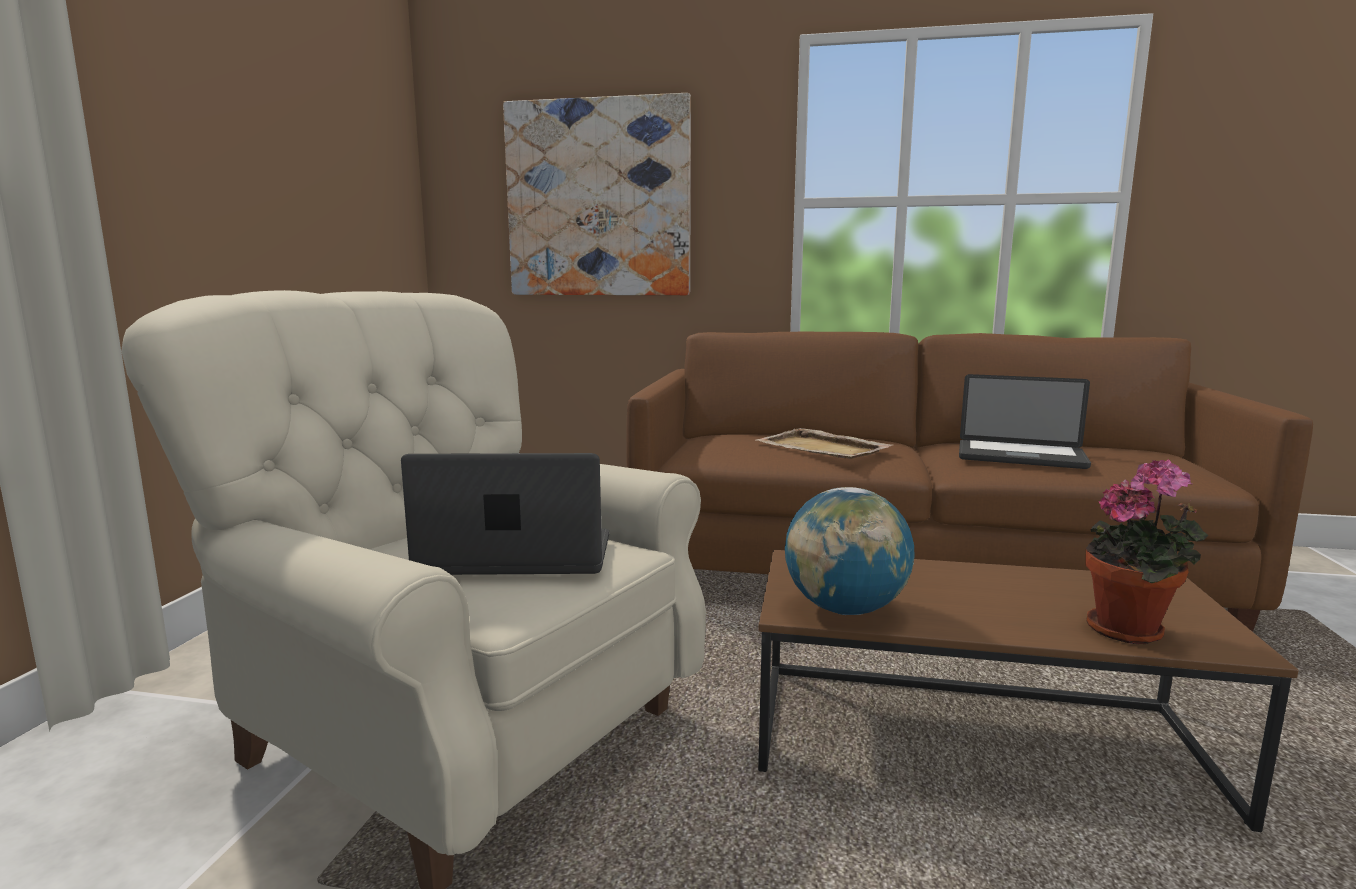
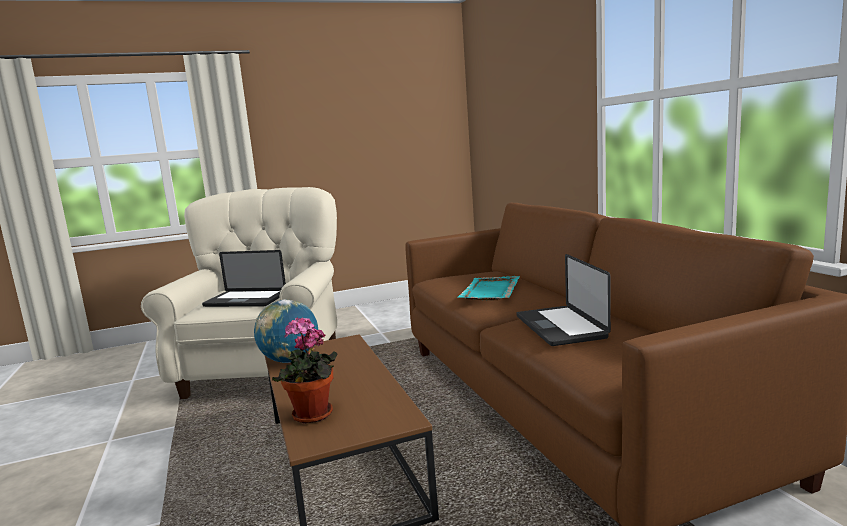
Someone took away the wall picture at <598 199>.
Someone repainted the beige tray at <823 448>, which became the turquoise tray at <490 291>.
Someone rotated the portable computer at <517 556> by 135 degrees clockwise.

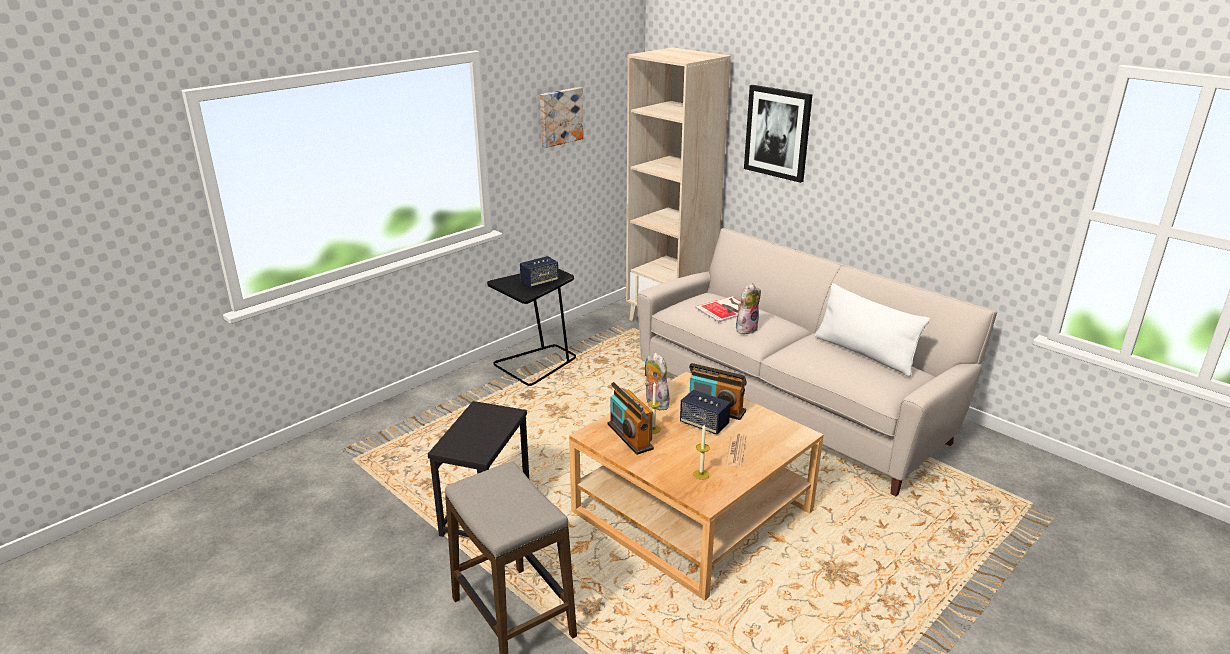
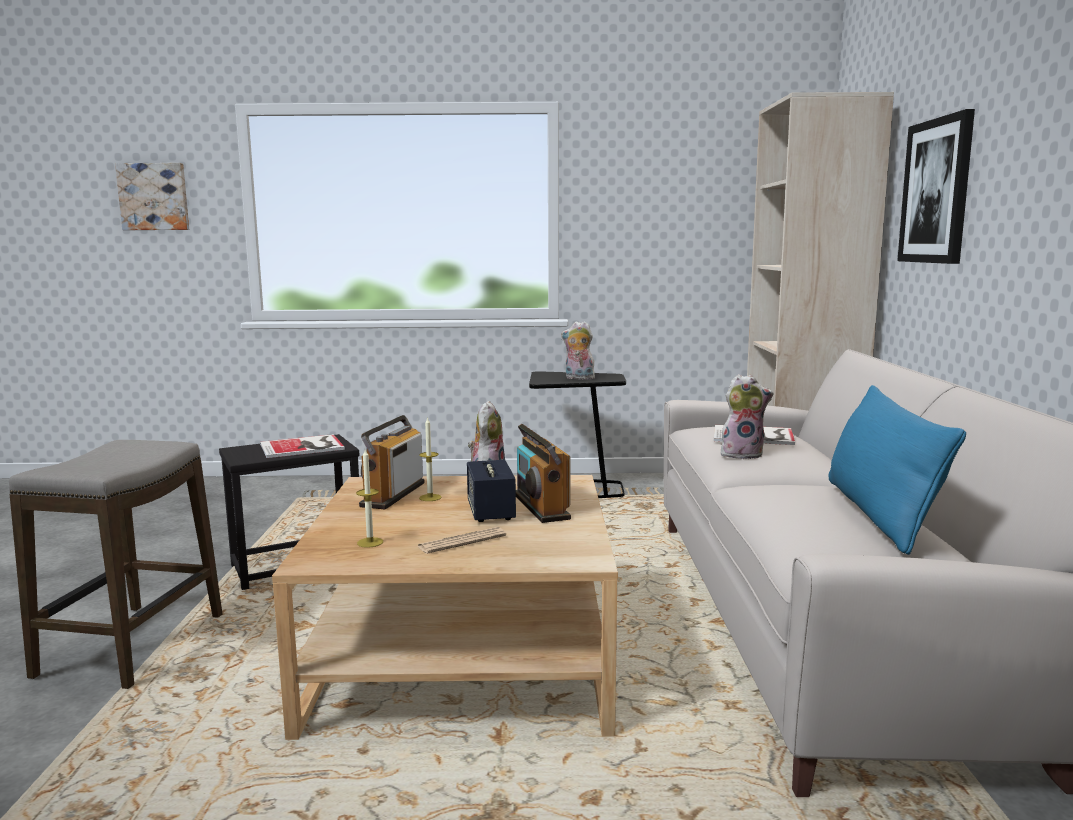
Someone put down the bound book at <304 447>.
Someone carried the wall picture from <560 116> to <154 197>.
Someone swapped the speaker at <539 282> for the plush toy at <578 378>.
Someone repainted the whitish cushion at <864 353>, which became the blue cushion at <879 514>.

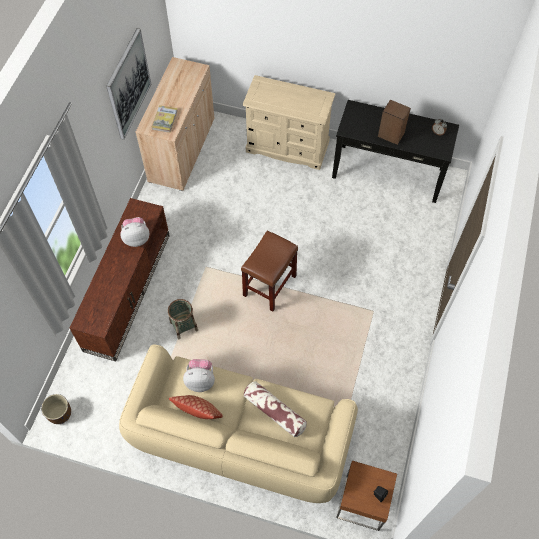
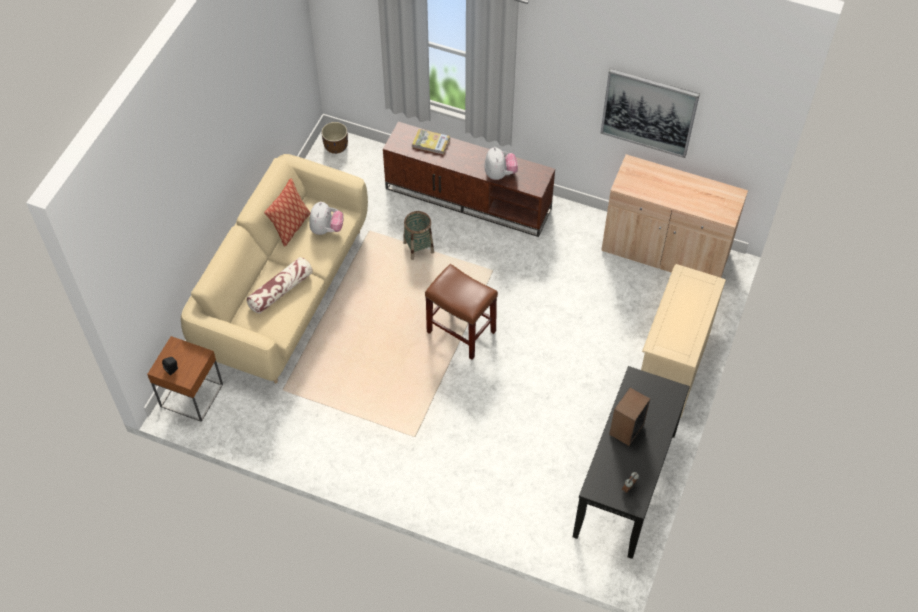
Someone carried the bound book from <165 120> to <431 143>.

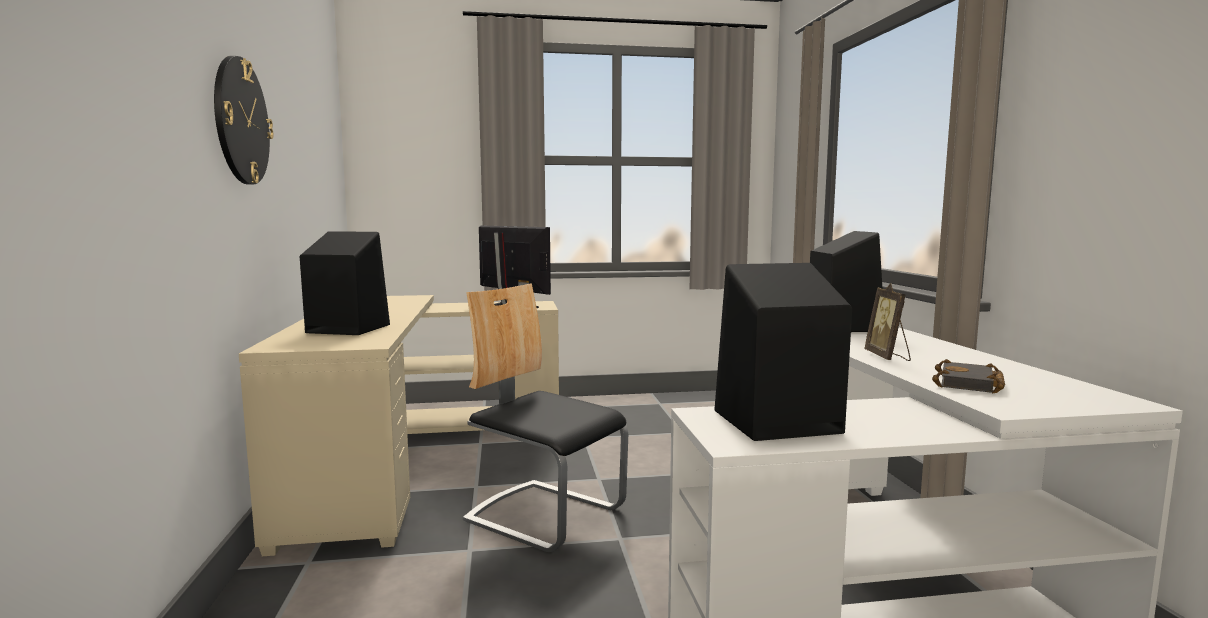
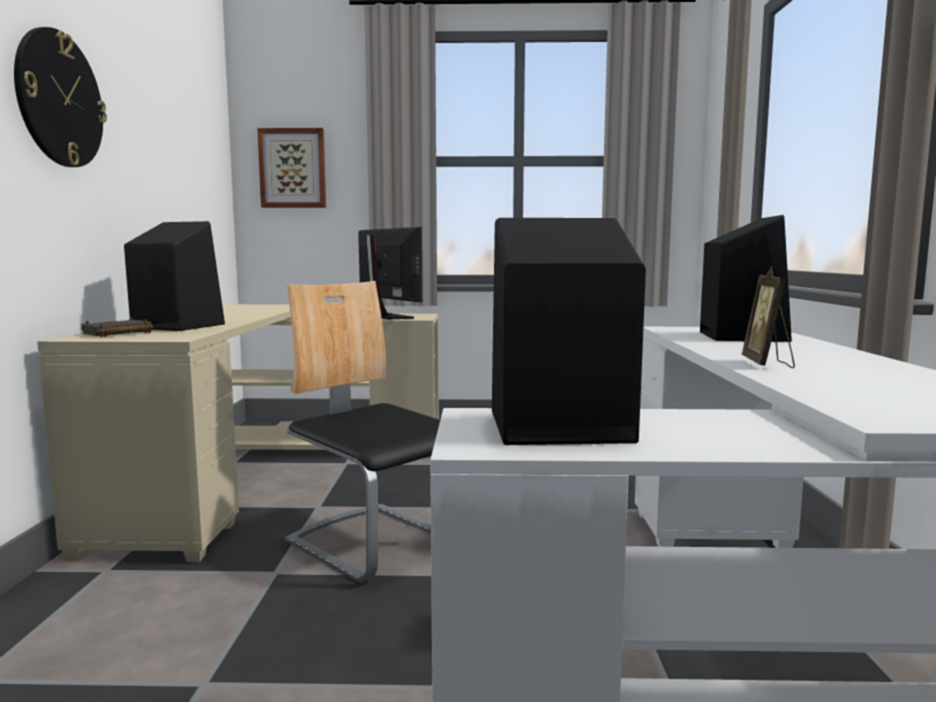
Someone put up the wall picture at <293 168>.
Someone carried the blackish bound book from <970 384> to <117 334>.

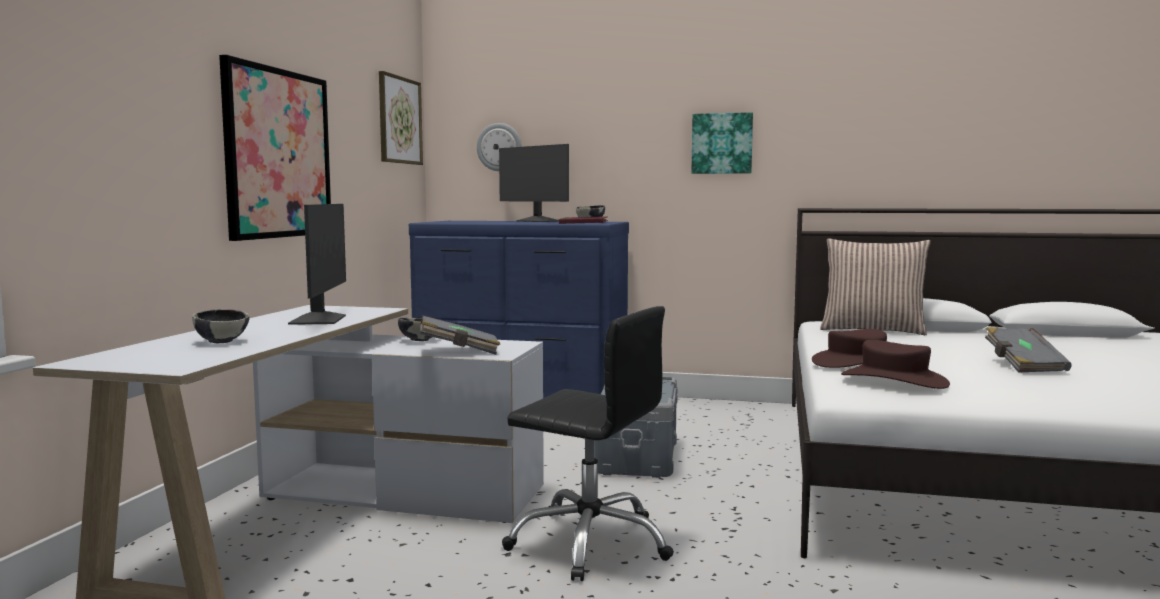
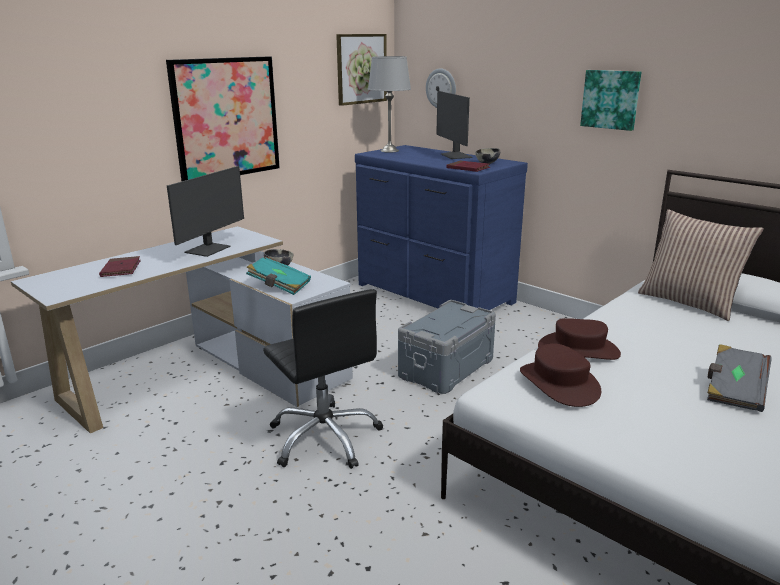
Someone put down the gray lamp for a table at <389 150>.
Someone swapped the bowl at <222 341> for the reddish bound book at <121 269>.
Someone repainted the gray bound book at <459 351>, which became the turquoise bound book at <279 286>.

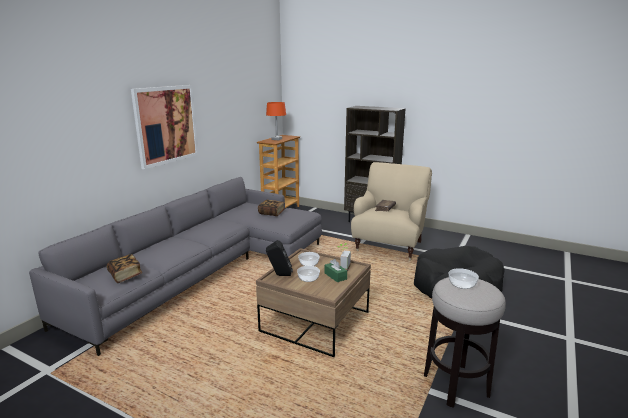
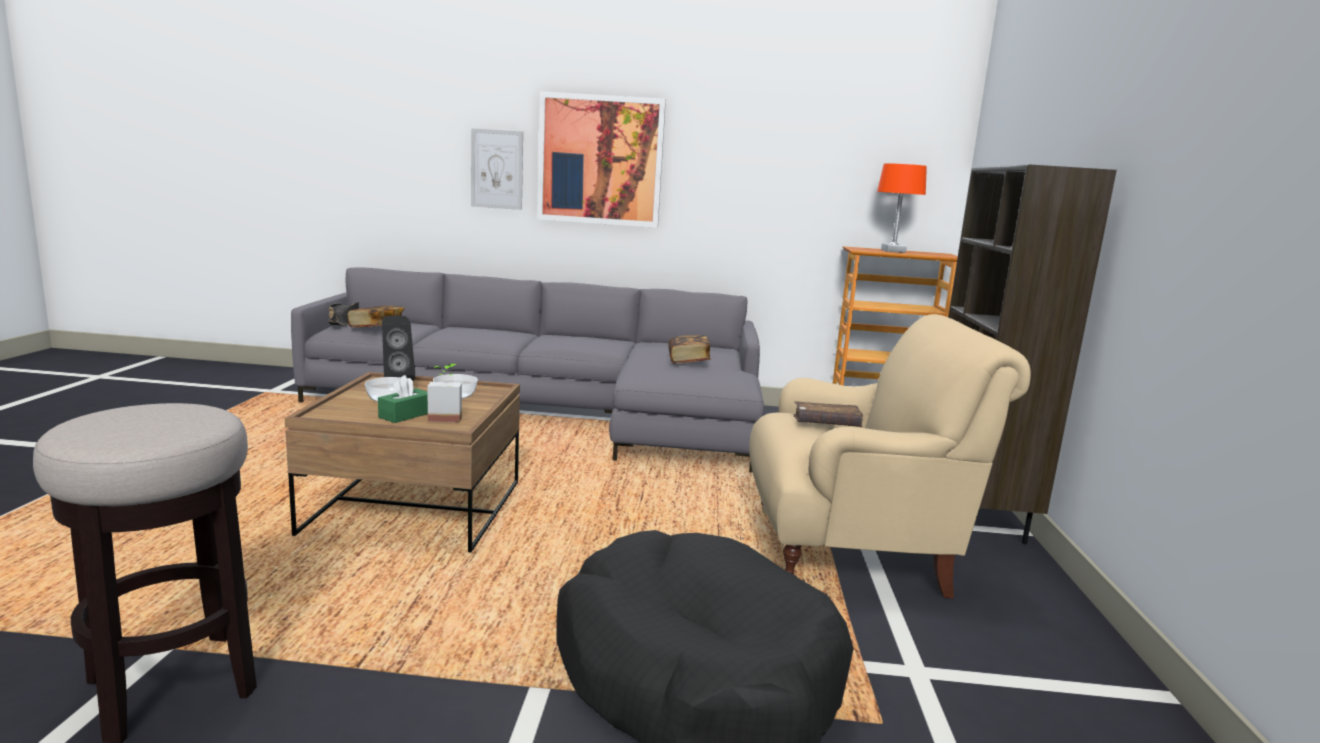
Someone took away the bowl at <462 284>.
Someone put down the blackish clothing hat at <345 322>.
Someone put up the wall picture at <497 169>.

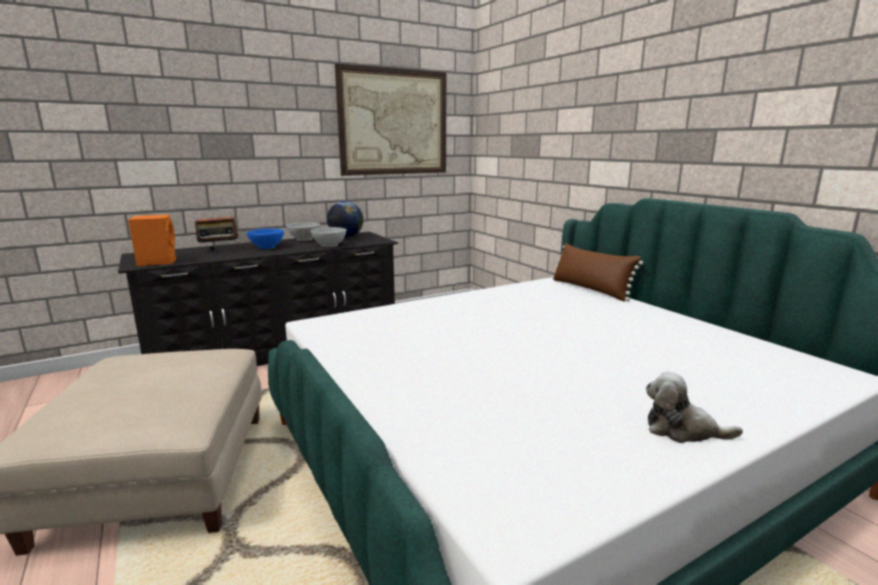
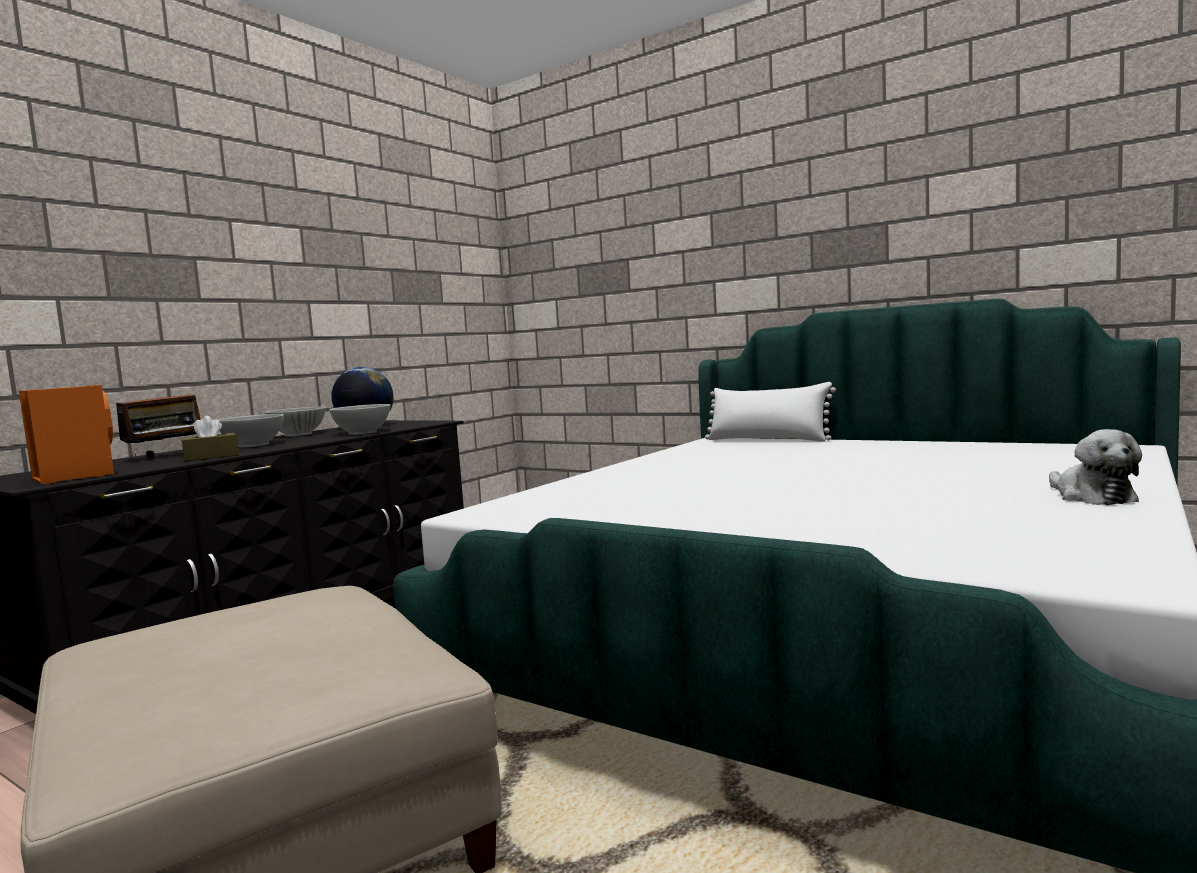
Someone took away the wall picture at <394 122>.
Someone put down the brownish tissue holder at <211 457>.
Someone repainted the blue bowl at <267 247>, which became the whitish bowl at <253 445>.
Someone repainted the brownish cushion at <590 289>, which became the whitish cushion at <767 440>.
Someone rotated the plush toy at <682 430> by 90 degrees counterclockwise.

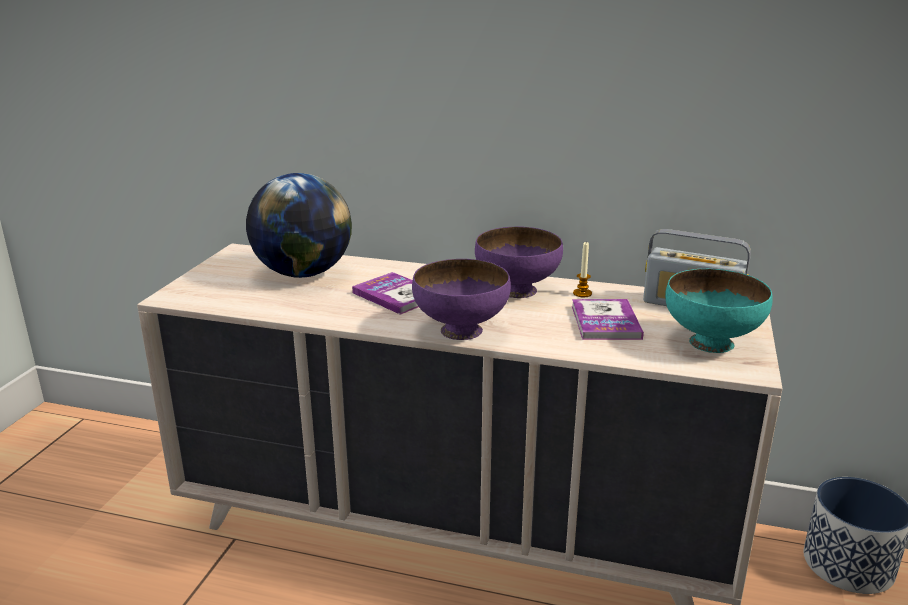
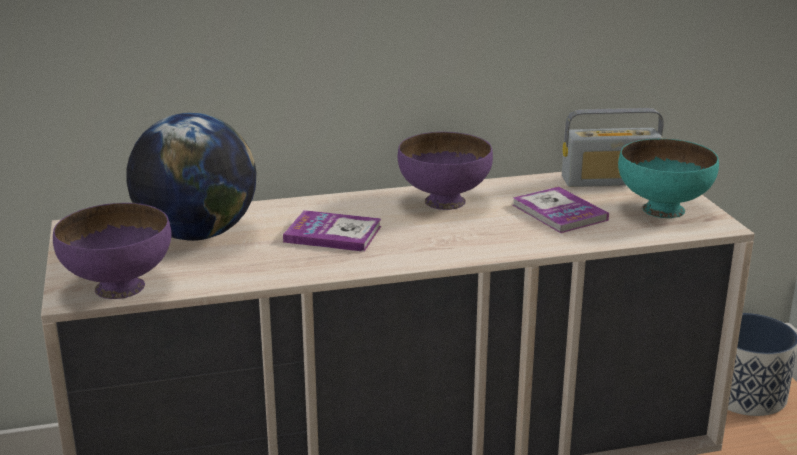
Someone took away the wax candle at <582 293>.
Someone carried the purple bowl from <461 330> to <119 286>.

